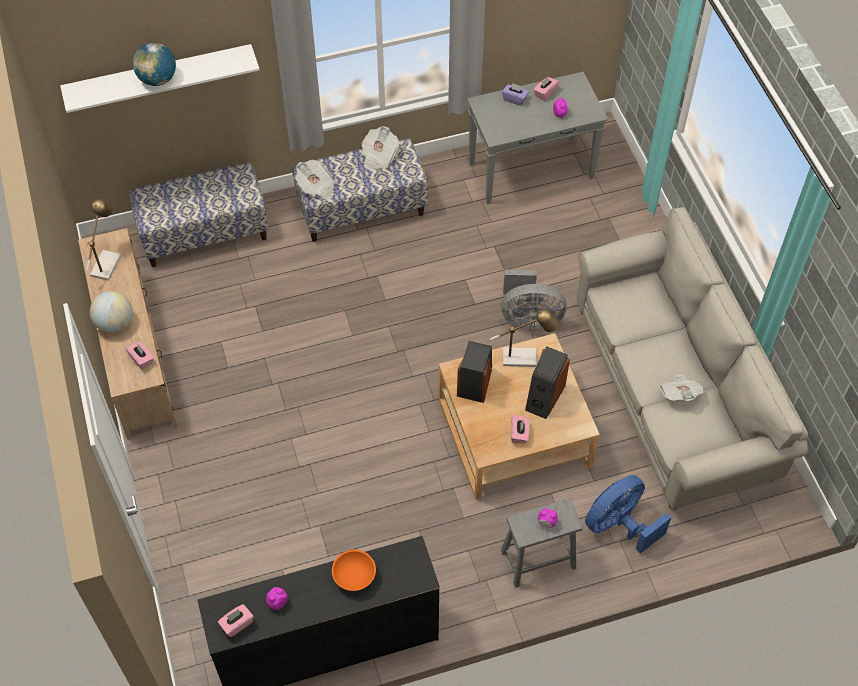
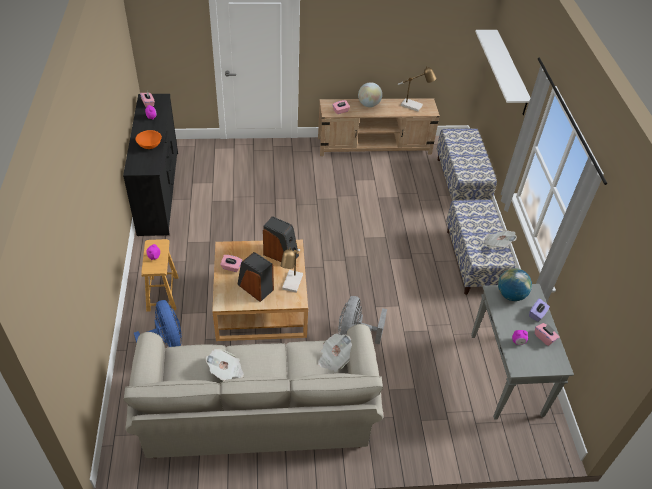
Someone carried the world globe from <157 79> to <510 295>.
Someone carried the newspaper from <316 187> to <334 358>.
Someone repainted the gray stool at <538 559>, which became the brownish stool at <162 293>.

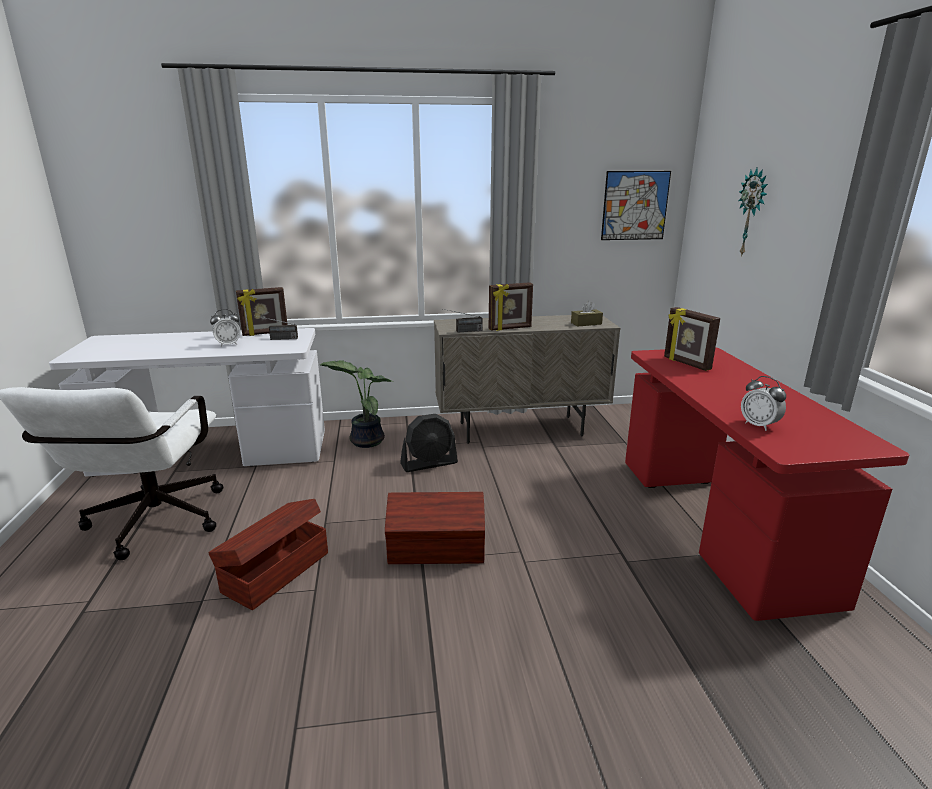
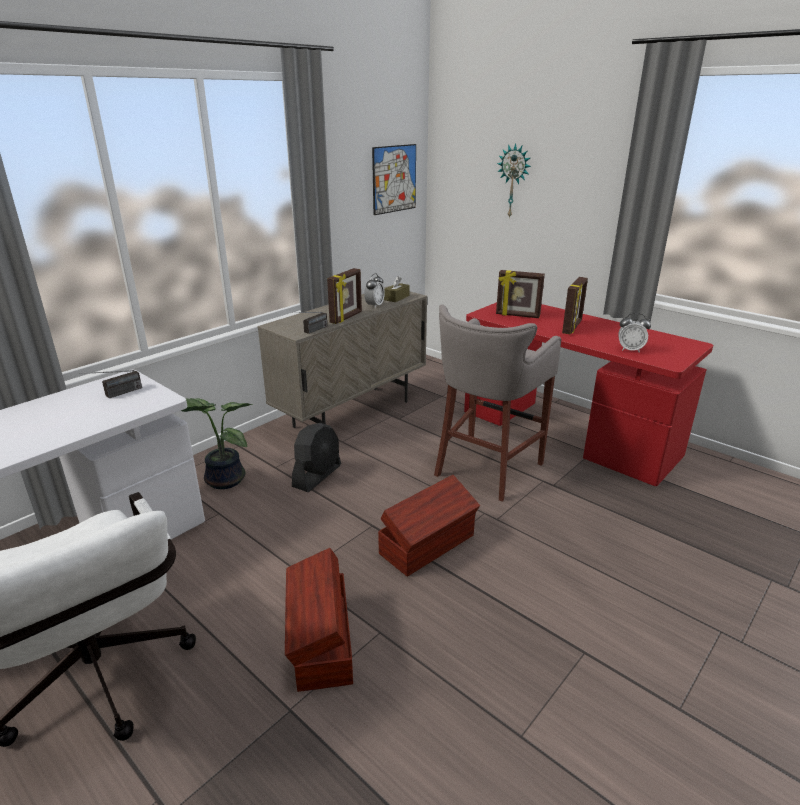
Someone put down the gray stool at <485 469>.
Someone carried the table clock from <228 344> to <374 305>.
Someone carried the standing frame from <265 333> to <572 327>.

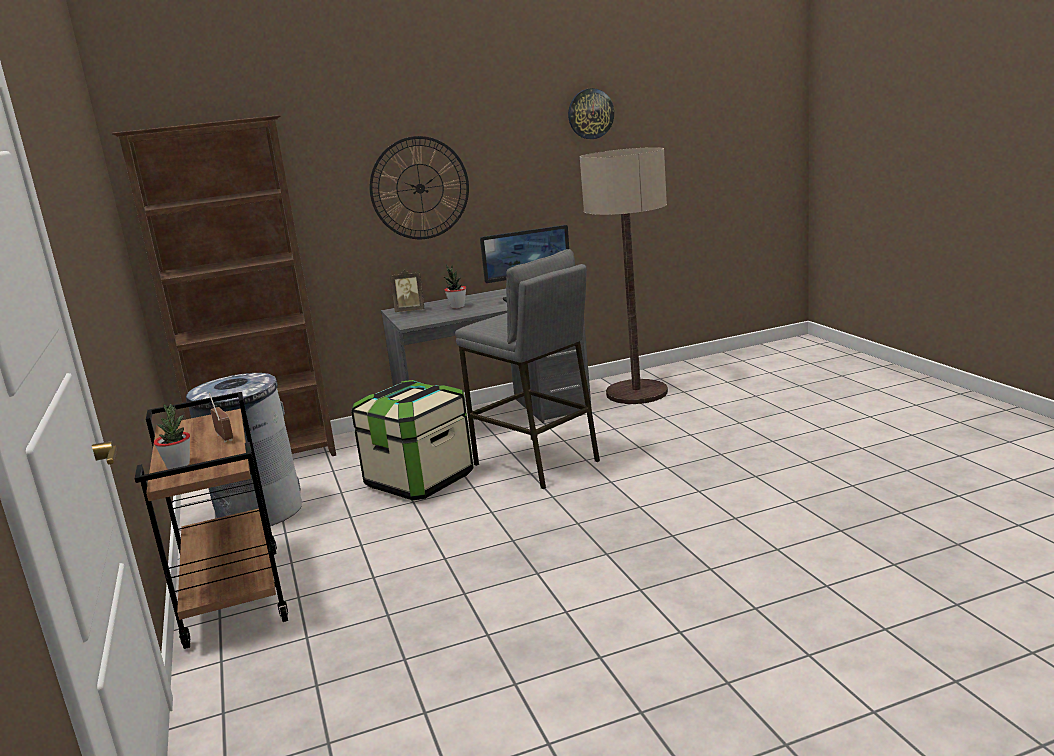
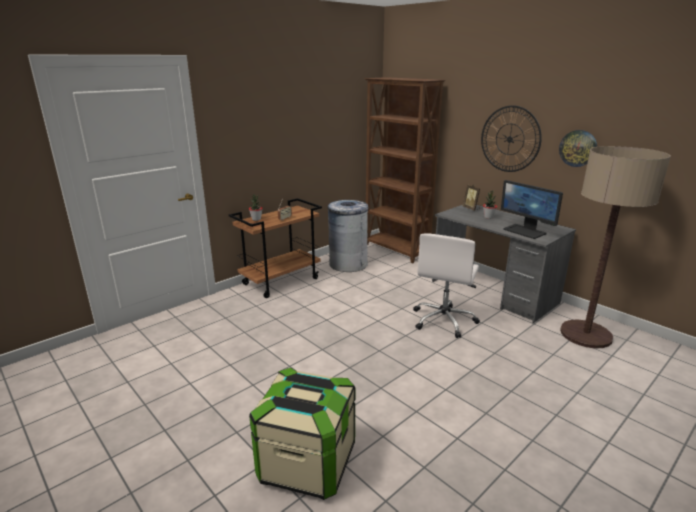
Someone carried the storage bin from <420 480> to <307 463>.
Someone carried the wall clock from <590 114> to <578 148>.
Someone swapped the gray stool at <536 462> for the whitish desk chair at <444 320>.

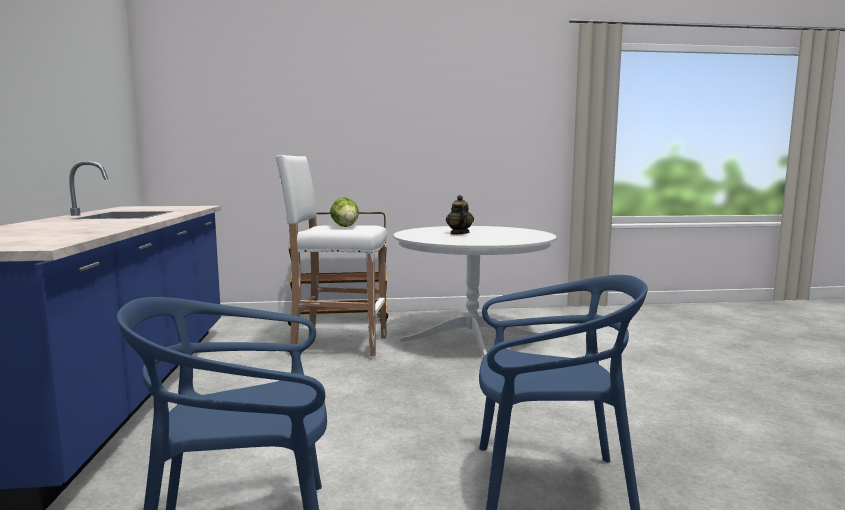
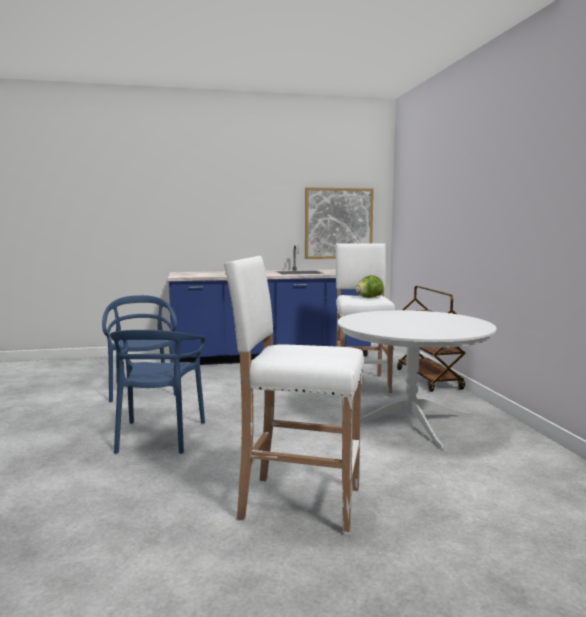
Someone took away the tea pot at <459 233>.
Someone put down the whitish stool at <297 503>.
Someone put up the wall picture at <338 223>.

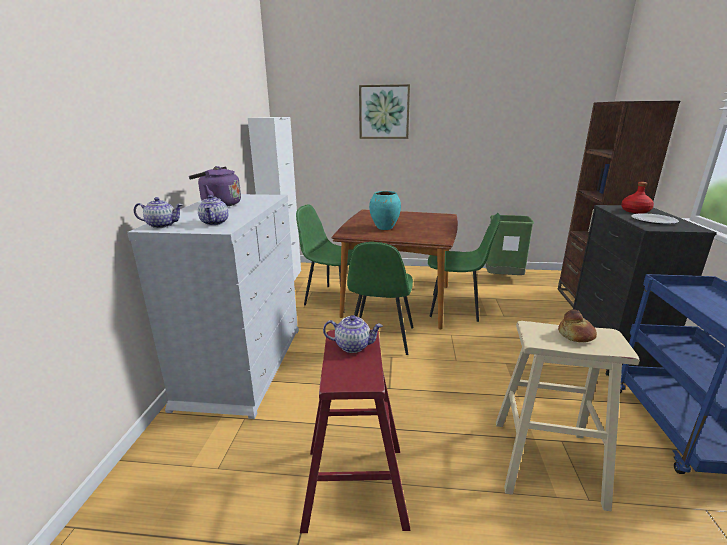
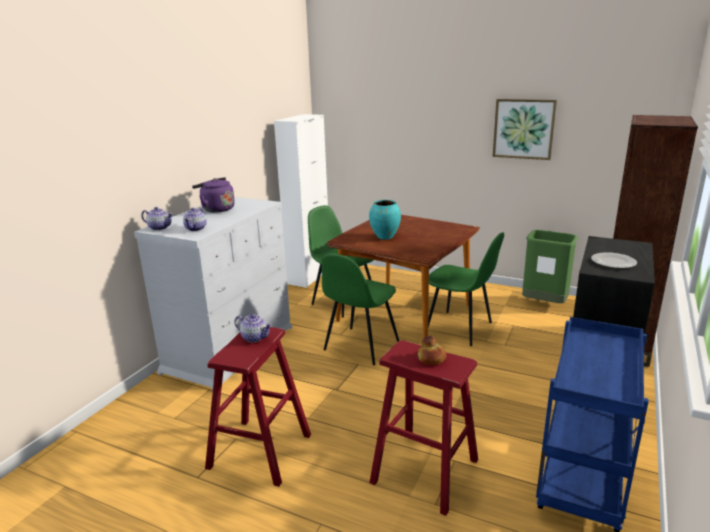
Someone took away the reddish bottle at <635 211>.
Someone carried the wall picture from <384 112> to <523 129>.
Someone repainted the beige stool at <546 461>, which became the reddish stool at <424 471>.

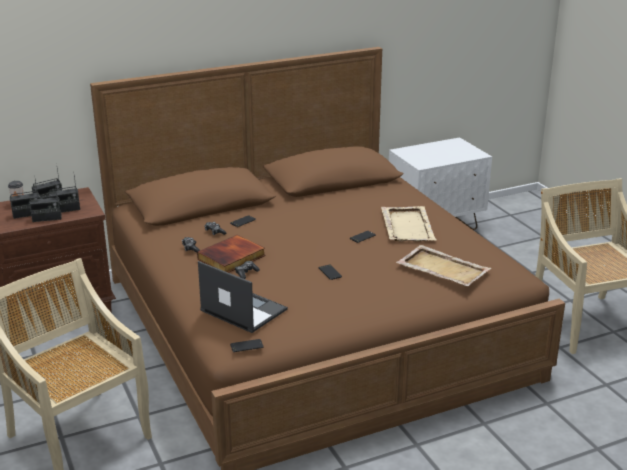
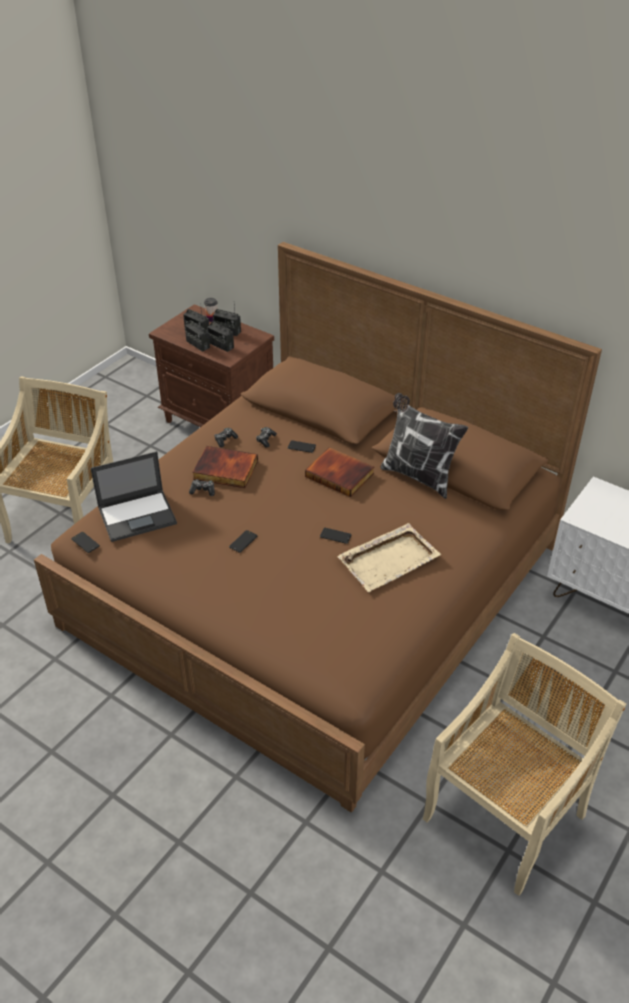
Someone took away the beige tray at <442 268>.
Someone put down the bound book at <340 474>.
Someone put down the cushion at <418 476>.
Someone rotated the portable computer at <242 310> by 60 degrees clockwise.

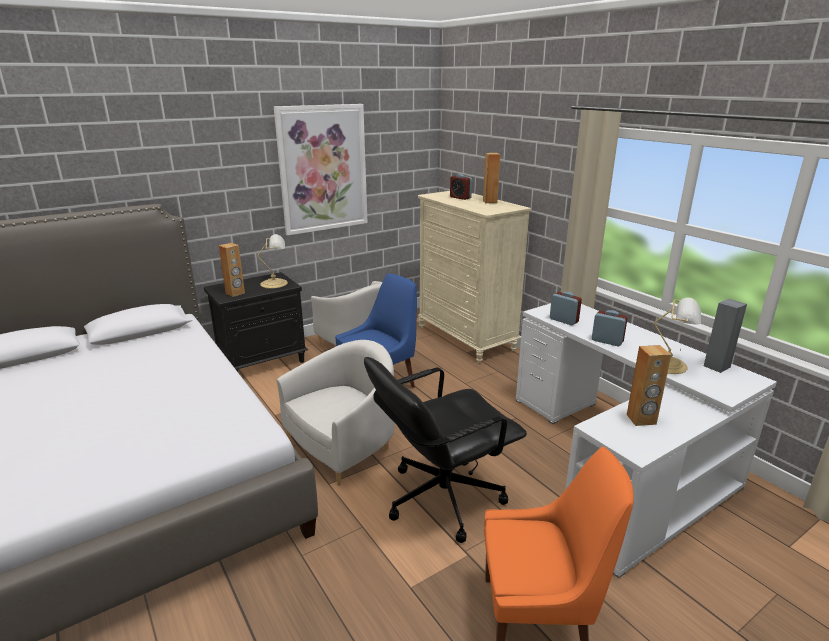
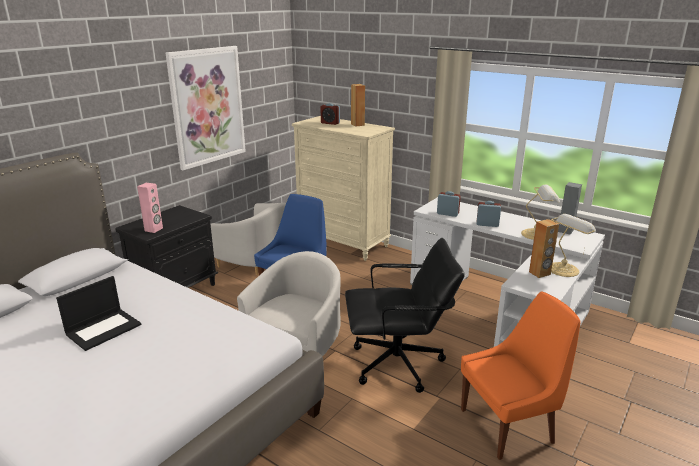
Someone put down the portable computer at <104 329>.
Someone carried the lamp for a table from <275 283> to <564 269>.
Someone repainted the brownish speaker at <235 293>, which became the pink-coloured speaker at <154 229>.
Someone rotated the blackish desk chair at <442 497> by 135 degrees counterclockwise.

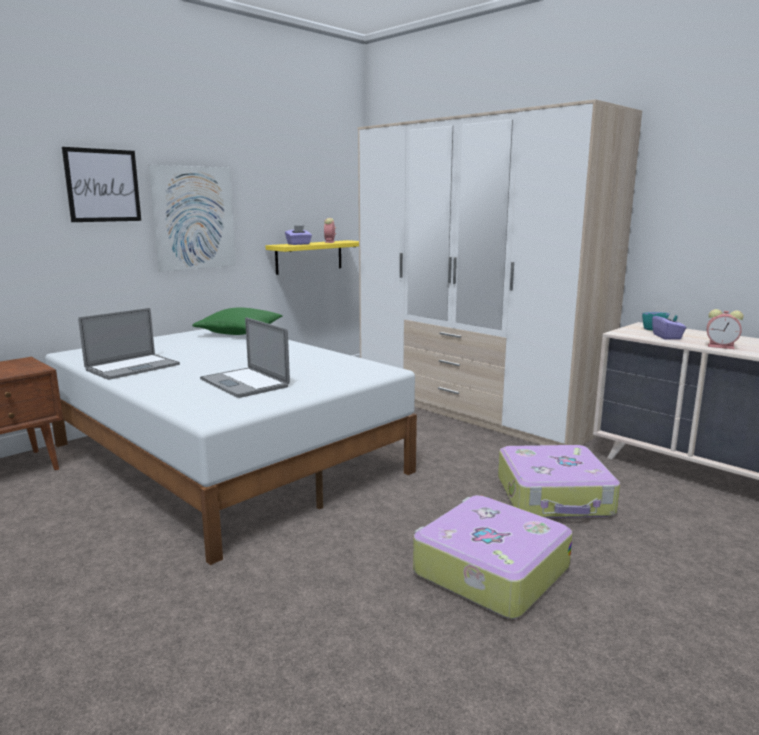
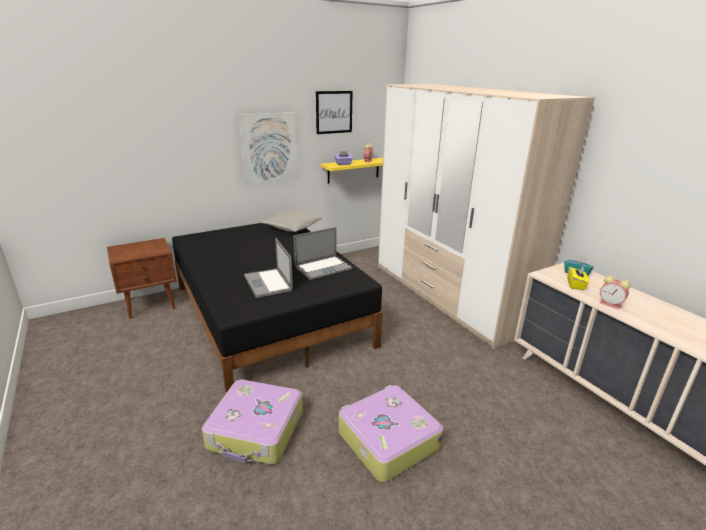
Someone carried the wall picture from <103 185> to <334 112>.
Someone carried the portable computer from <133 367> to <323 268>.
Someone carried the travel case from <555 497> to <256 430>.
Someone repainted the whitish bedroom bed at <227 457>, which became the blackish bedroom bed at <270 315>.
Someone repainted the green-coloured cushion at <239 333>, which became the gray cushion at <293 228>.
Someone repainted the purple tissue holder at <667 337>, which became the yellow-coloured tissue holder at <576 285>.

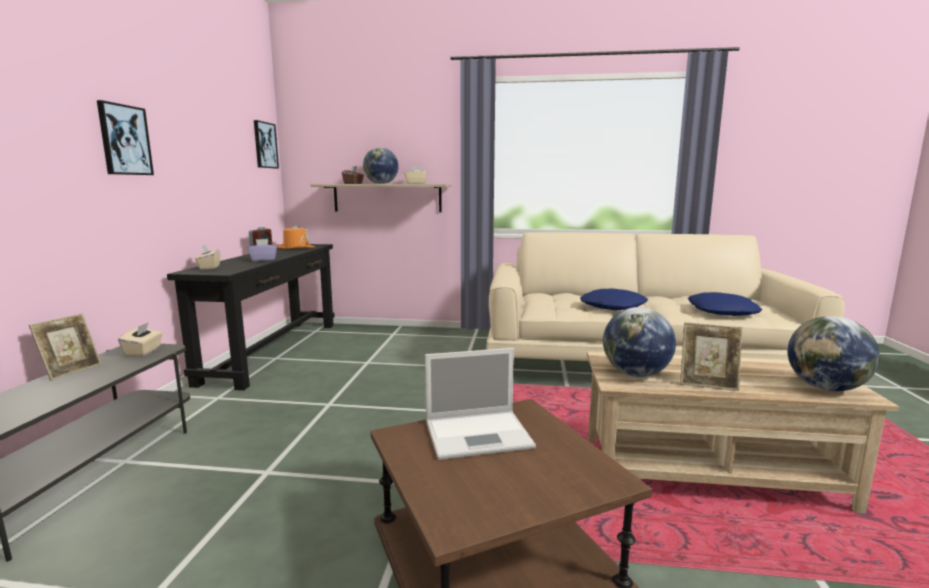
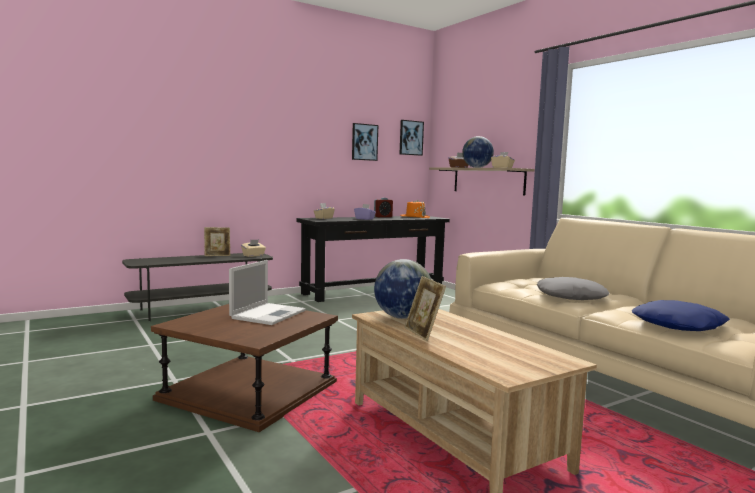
Someone took away the world globe at <825 388>.
Someone carried the wall picture from <124 140> to <364 142>.
Someone repainted the blue cushion at <612 306>, which became the gray cushion at <571 296>.
Someone rotated the portable computer at <480 434> by 105 degrees counterclockwise.

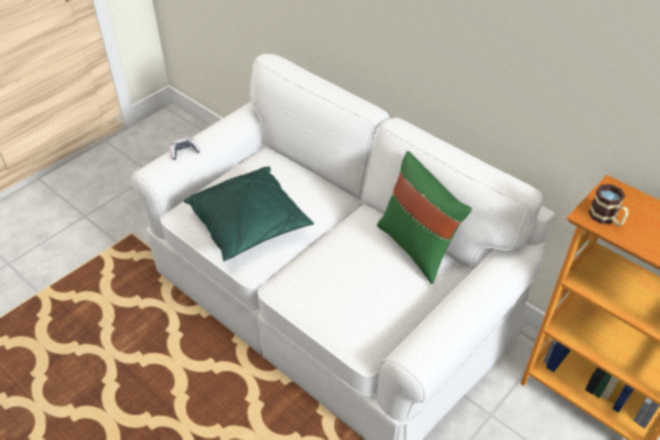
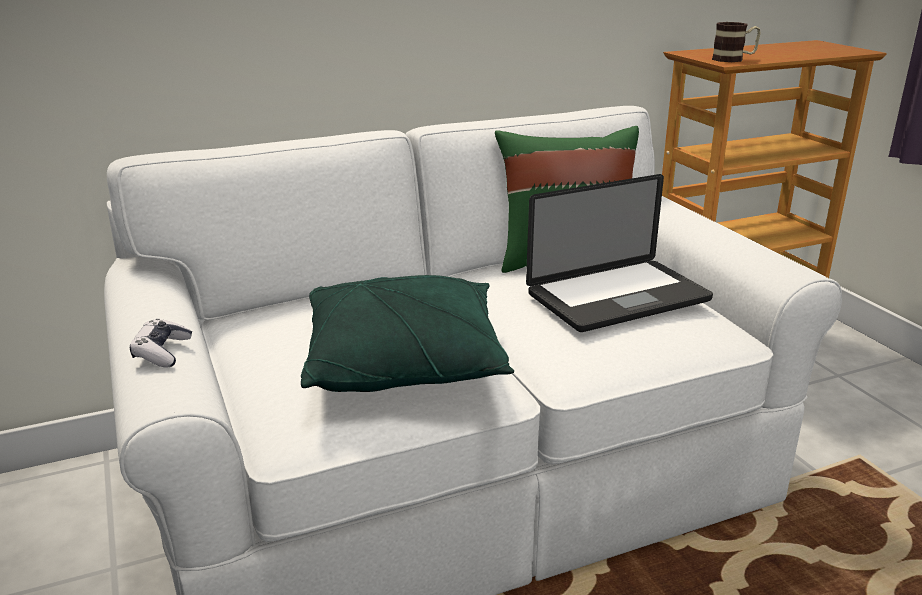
Someone put down the portable computer at <618 298>.

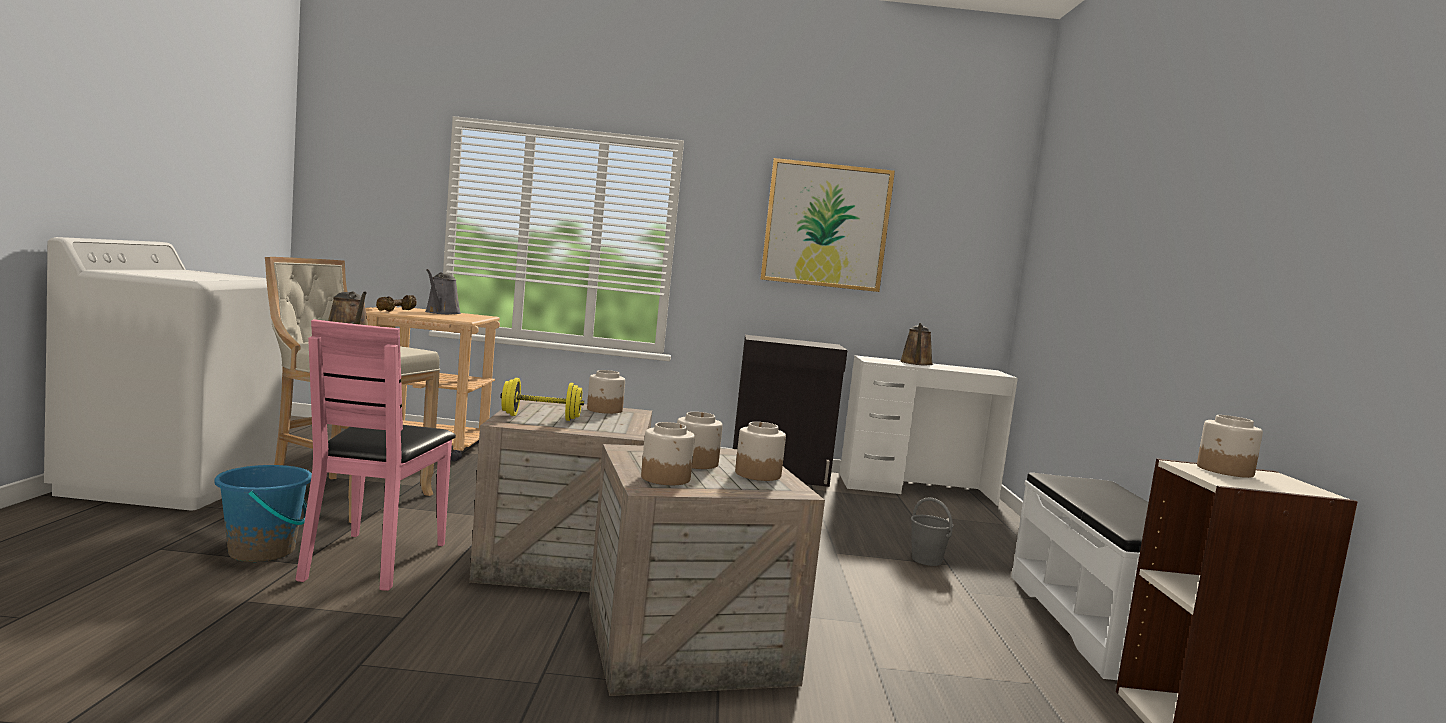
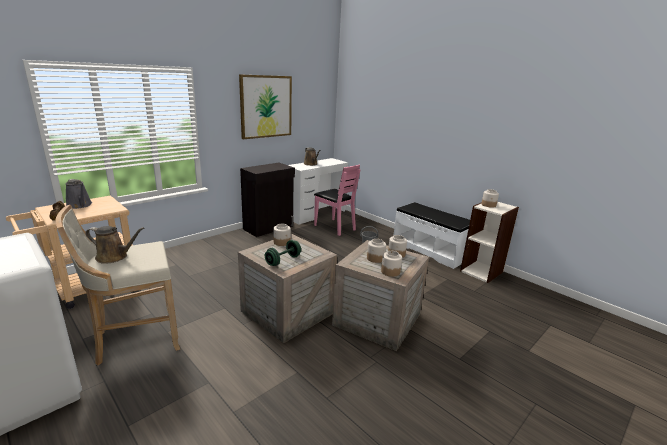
Someone took away the blue water bucket at <263 551>.
Someone carried the pink-coloured chair from <374 560> to <334 227>.
Someone repainted the yellow-coloured free weight at <541 417>, which became the green-coloured free weight at <283 260>.

